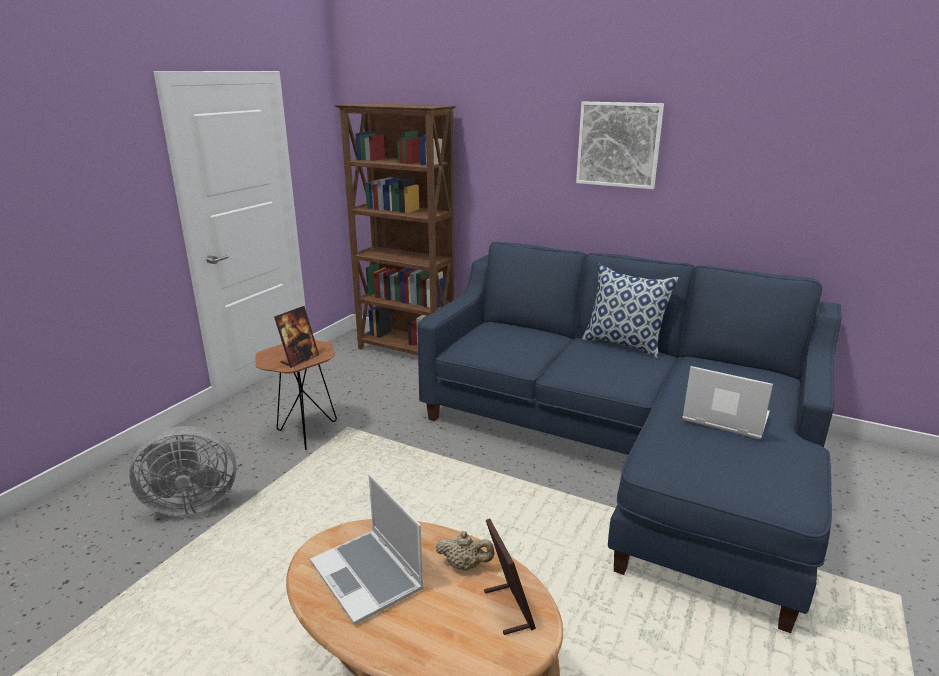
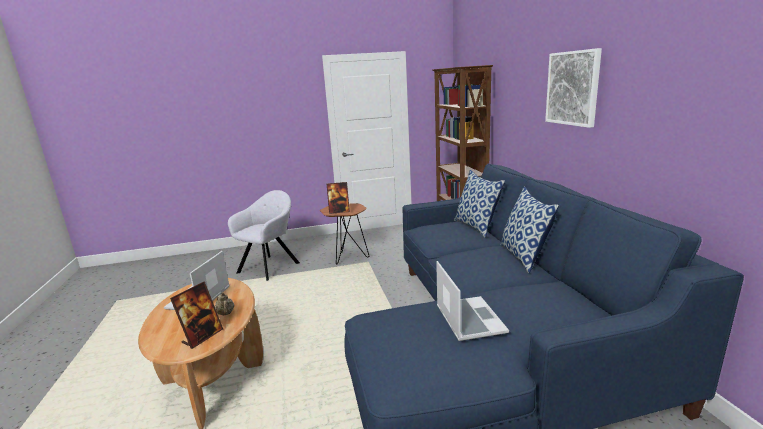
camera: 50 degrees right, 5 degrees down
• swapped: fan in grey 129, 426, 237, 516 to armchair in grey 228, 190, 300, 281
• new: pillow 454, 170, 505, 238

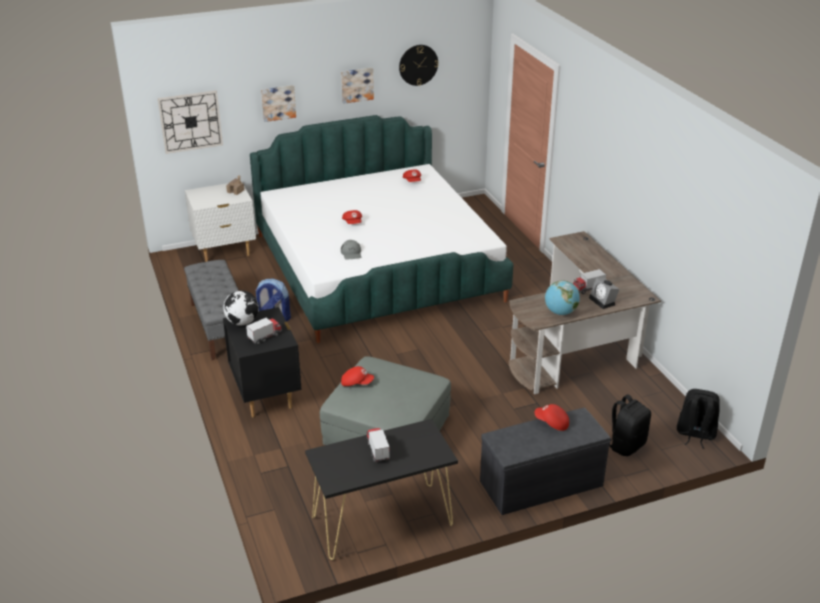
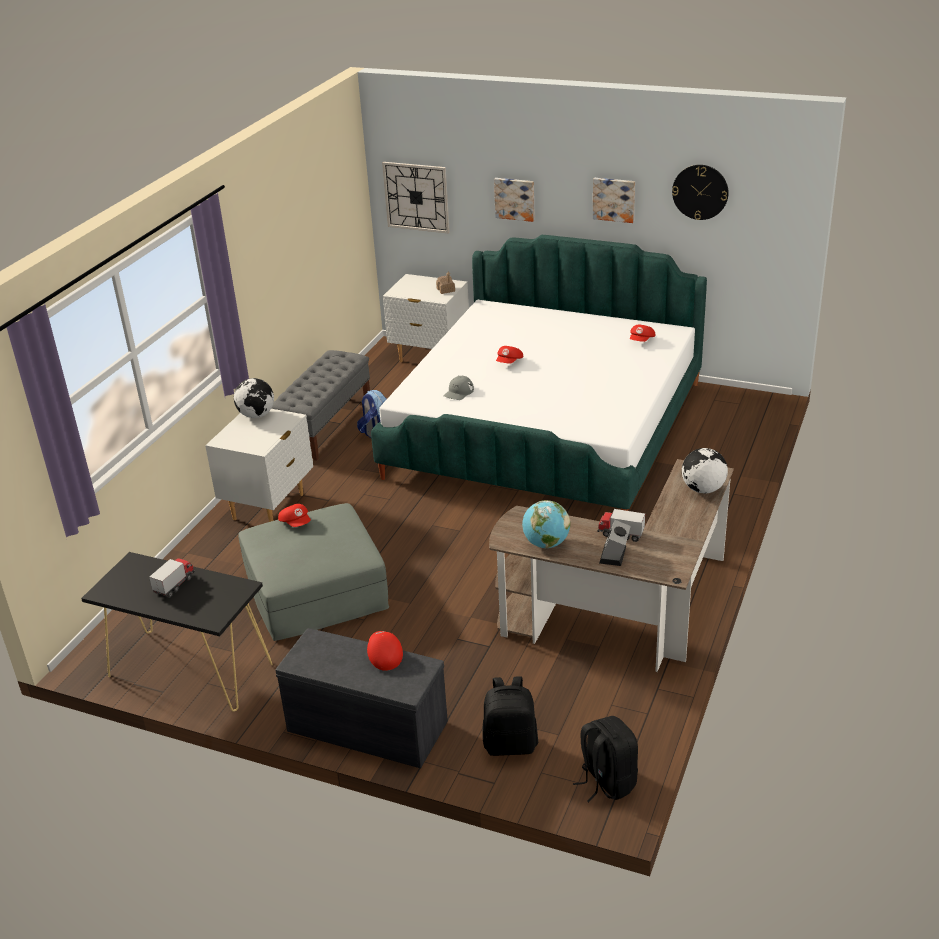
camera: 45 degrees right, 0 degrees up
• repainted: nightstand in black 223, 307, 301, 417 to nightstand in white 205, 409, 313, 522
• gone: toy truck 246, 318, 282, 345
• new: globe 682, 448, 728, 494

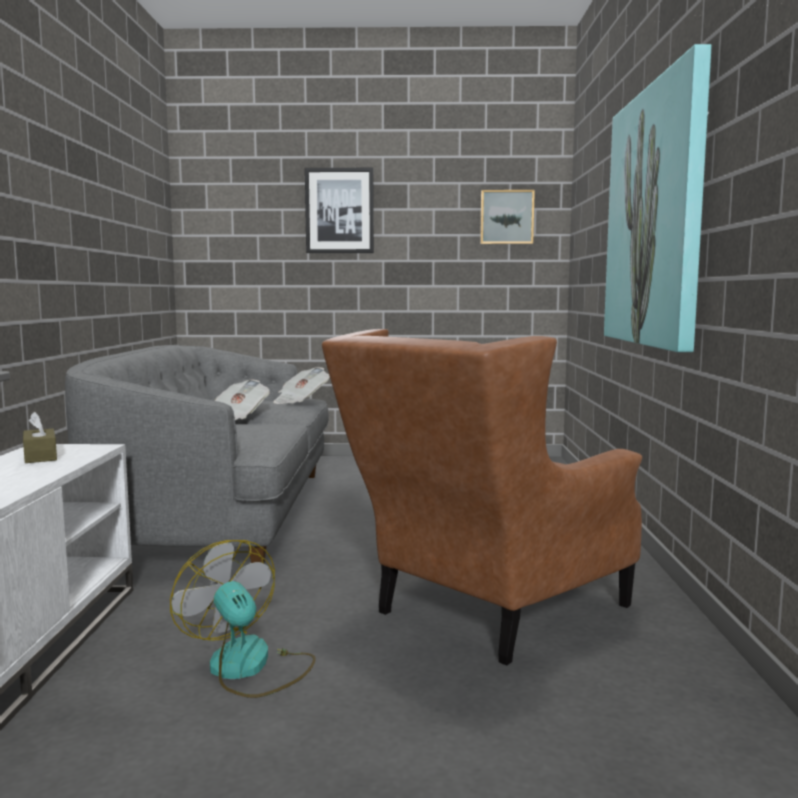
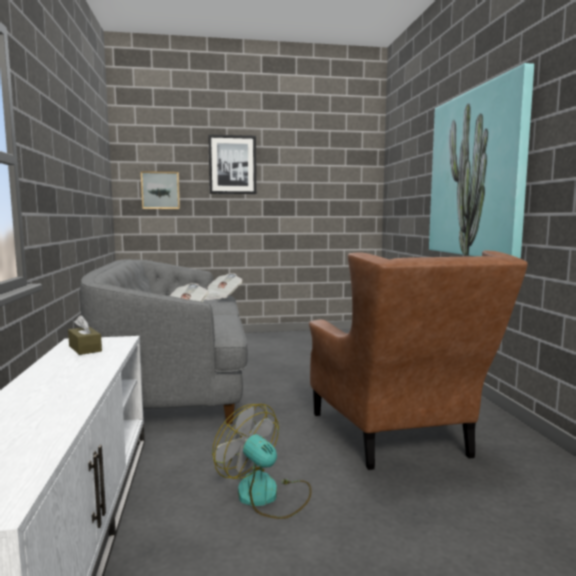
camera: 10 degrees left, 0 degrees up
• shifted: picture 480, 190, 535, 244 to 141, 171, 180, 209
• rotated: armchair in brown 322, 329, 642, 666 = 309, 250, 528, 470 45 degrees counterclockwise

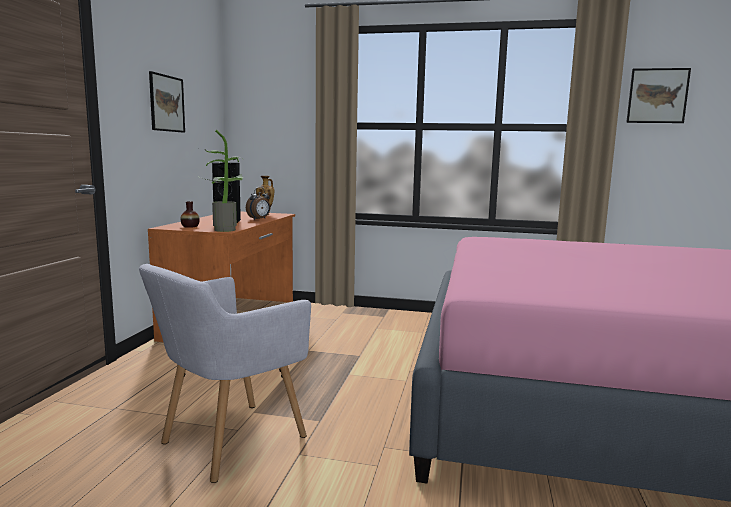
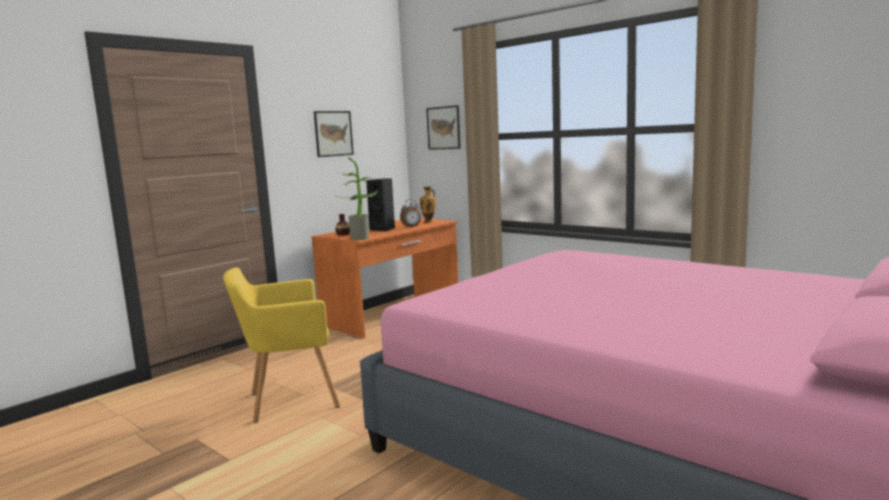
camera: 30 degrees right, 0 degrees up
• shifted: picture 626, 68, 691, 123 to 426, 105, 461, 150
• repainted: armchair in grey 139, 264, 311, 483 to armchair in yellow 223, 267, 341, 423

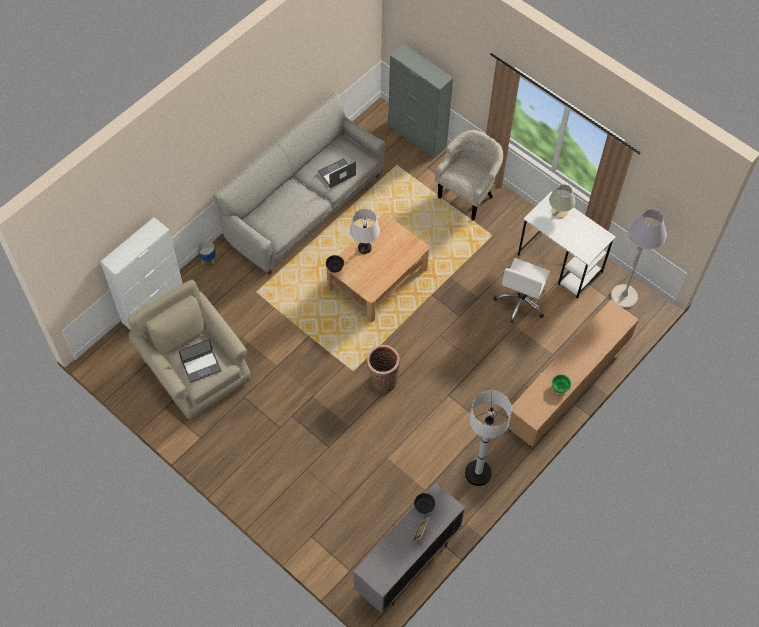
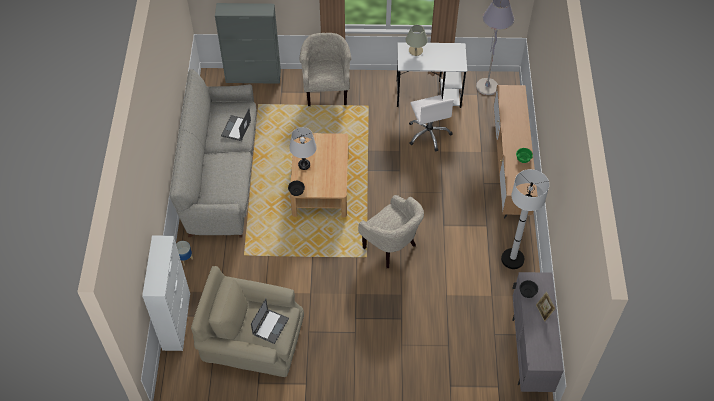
camera: 40 degrees left, 5 degrees down
• swapped: basket 367, 345, 400, 393 to armchair in beige 358, 195, 424, 268

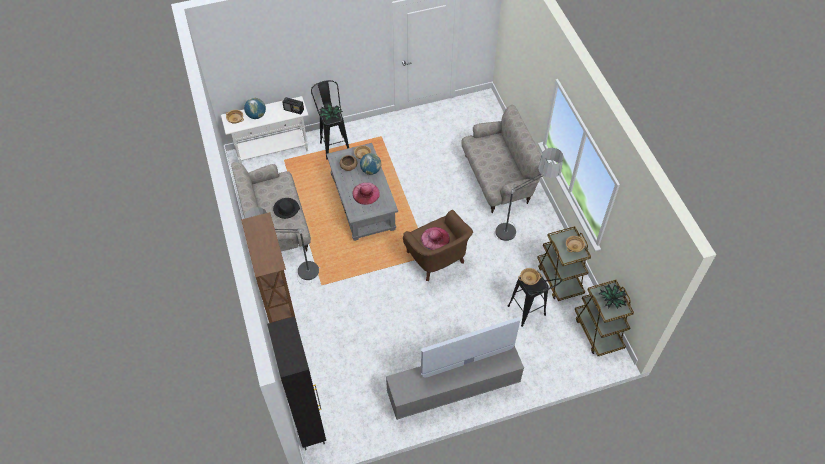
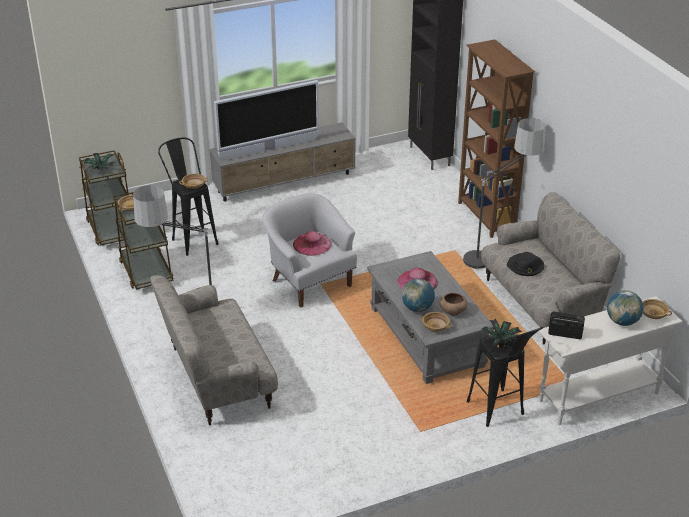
camera: 175 degrees right, 20 degrees down
• repainted: armchair in brown 403, 210, 473, 281 to armchair in white 262, 193, 357, 307

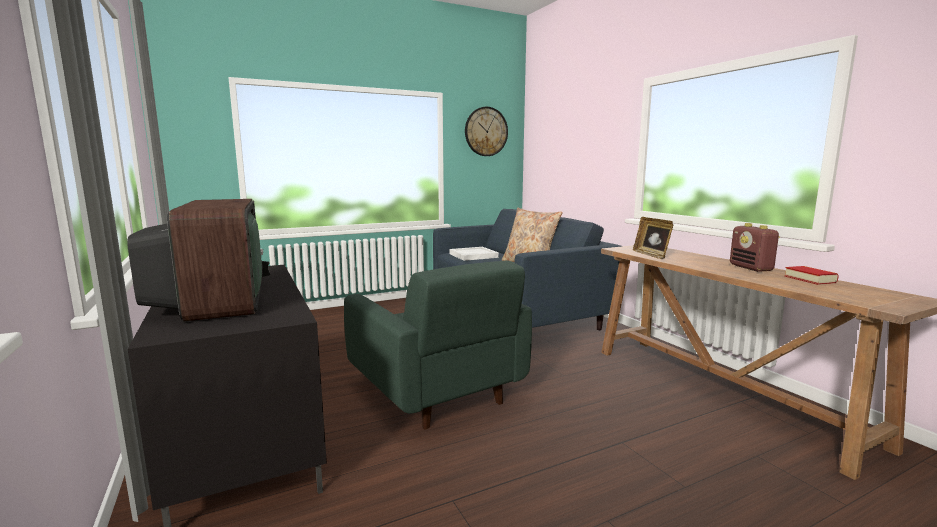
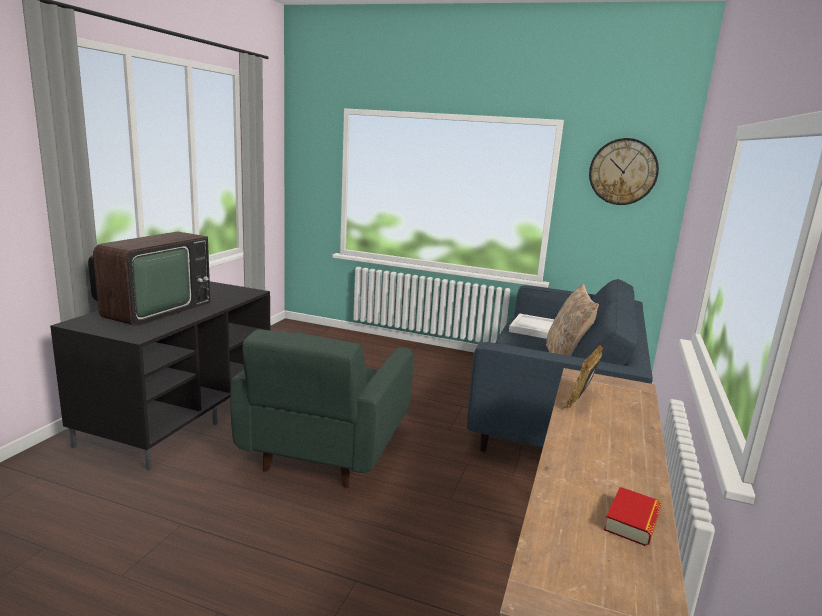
camera: 45 degrees right, 5 degrees up
• gone: radio 730, 223, 780, 272

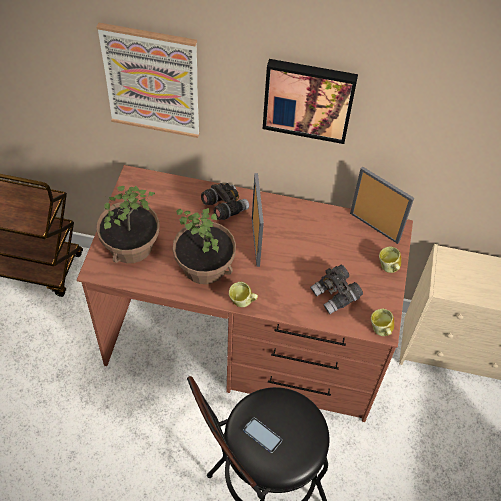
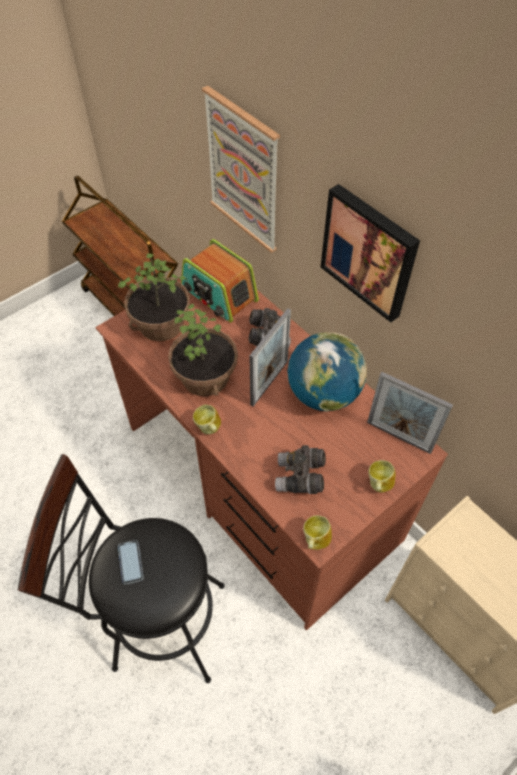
camera: 40 degrees right, 0 degrees up
• rotated: picture frame 350, 166, 414, 244 = 367, 372, 453, 454 135 degrees clockwise
• new: radio 181, 239, 259, 322
• new: globe 288, 332, 367, 412

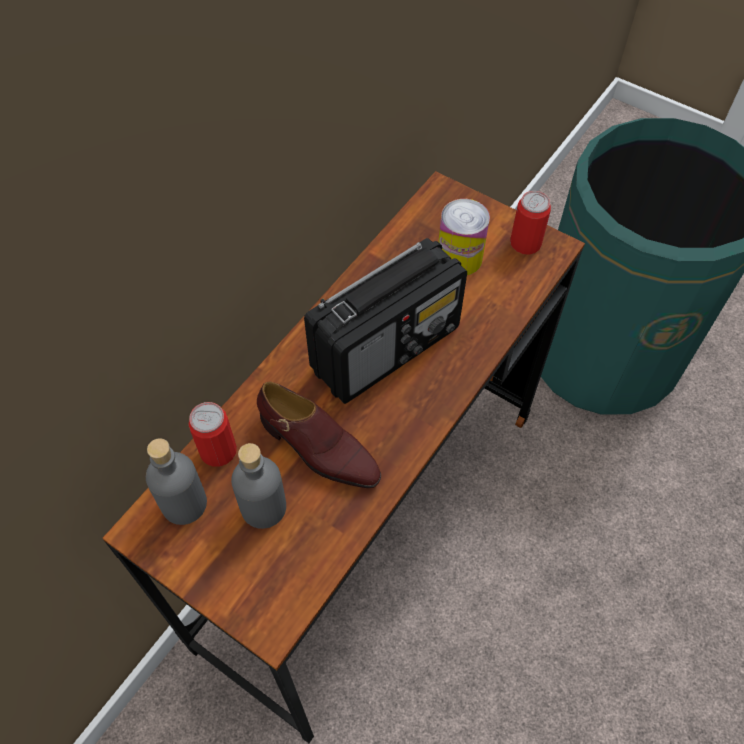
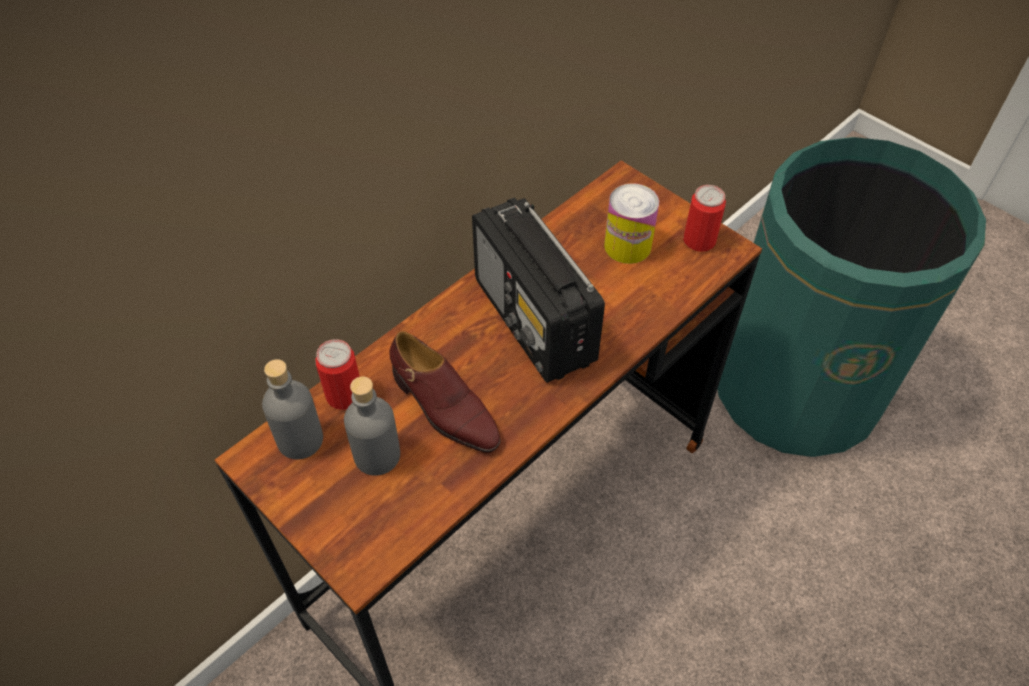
camera: 10 degrees right, 5 degrees down
• rotated: radio 304, 238, 467, 404 = 472, 198, 605, 383 90 degrees clockwise

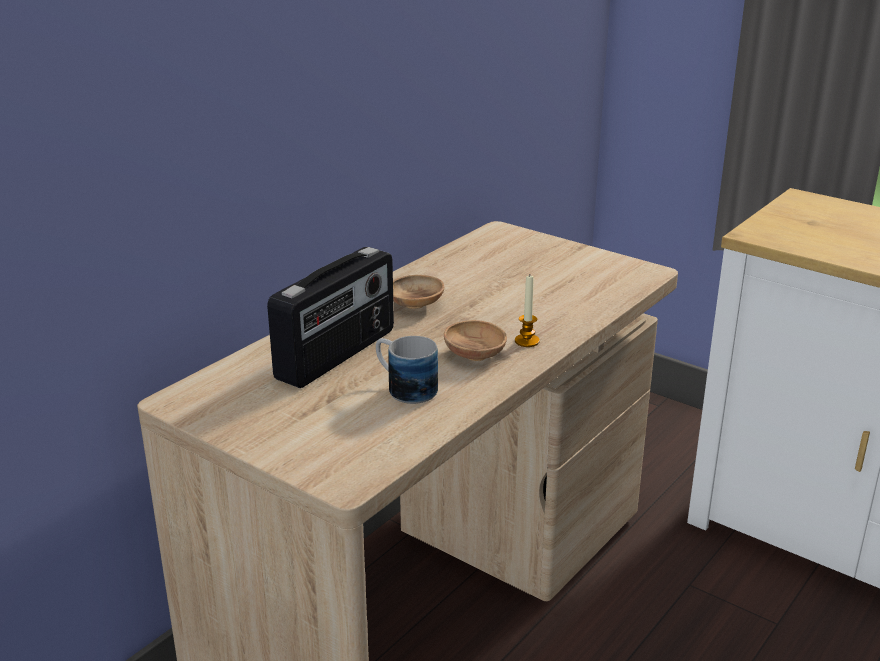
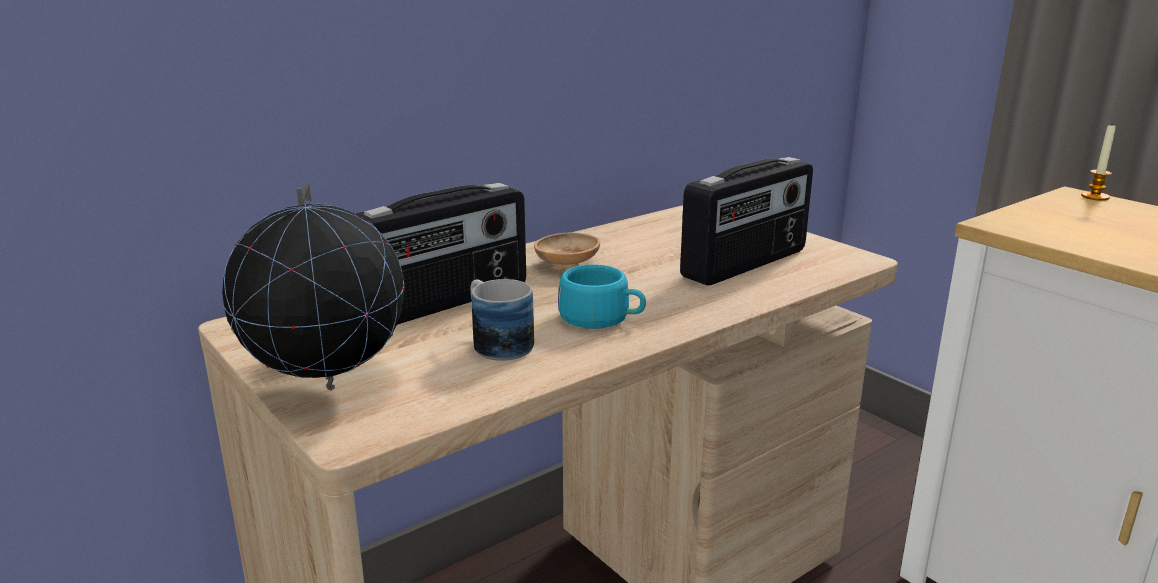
camera: 15 degrees right, 5 degrees down
• shifted: candle 515, 276, 540, 347 to 1081, 123, 1116, 201
• swapped: bowl in brown 444, 320, 507, 361 to cup in turquoise 558, 264, 646, 329
• new: radio 680, 157, 813, 285
• new: globe 222, 184, 405, 390

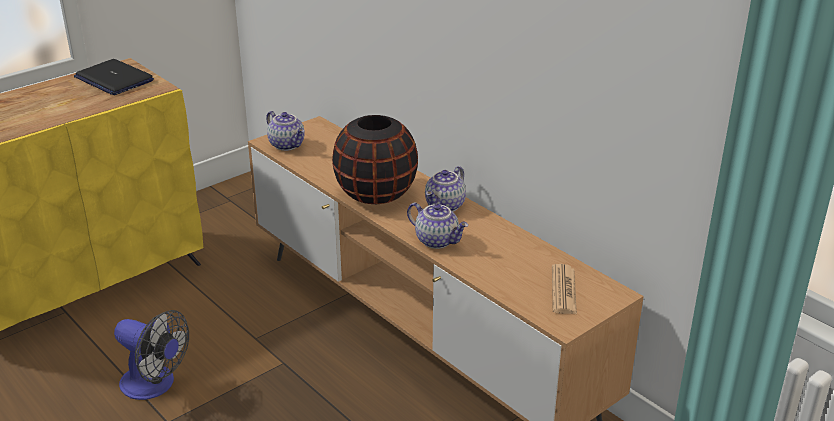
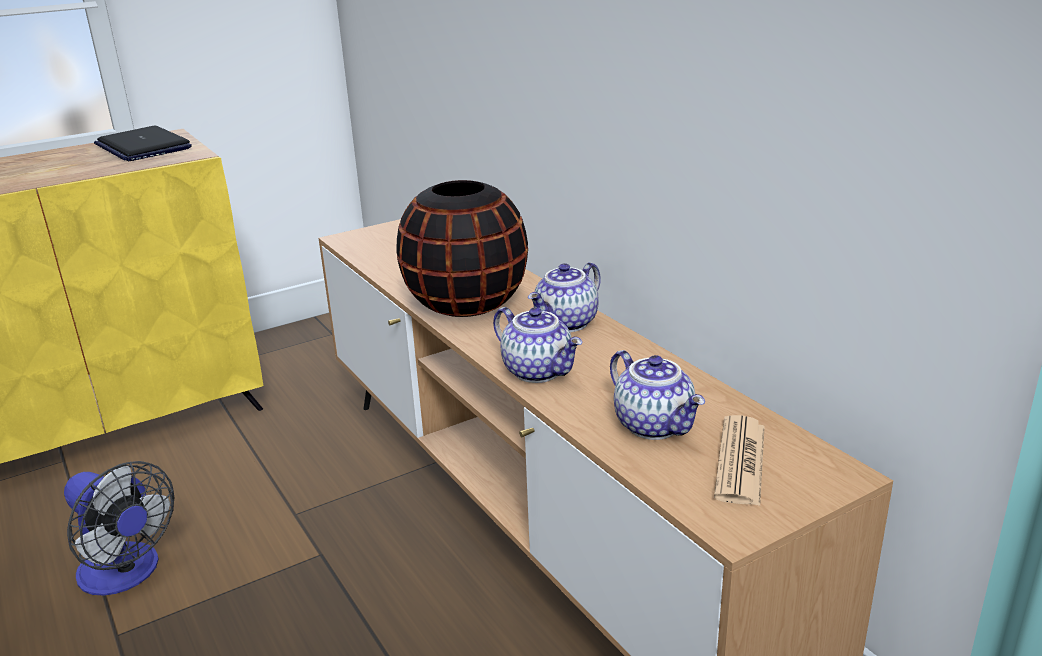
camera: 10 degrees right, 5 degrees down
• shifted: teapot 266, 111, 305, 151 to 610, 350, 705, 440

